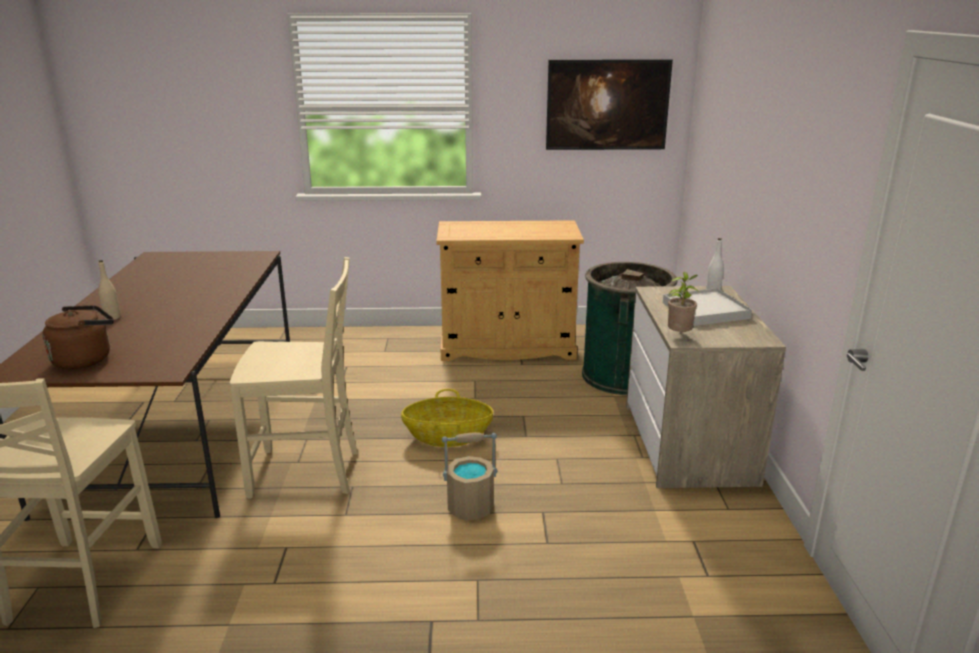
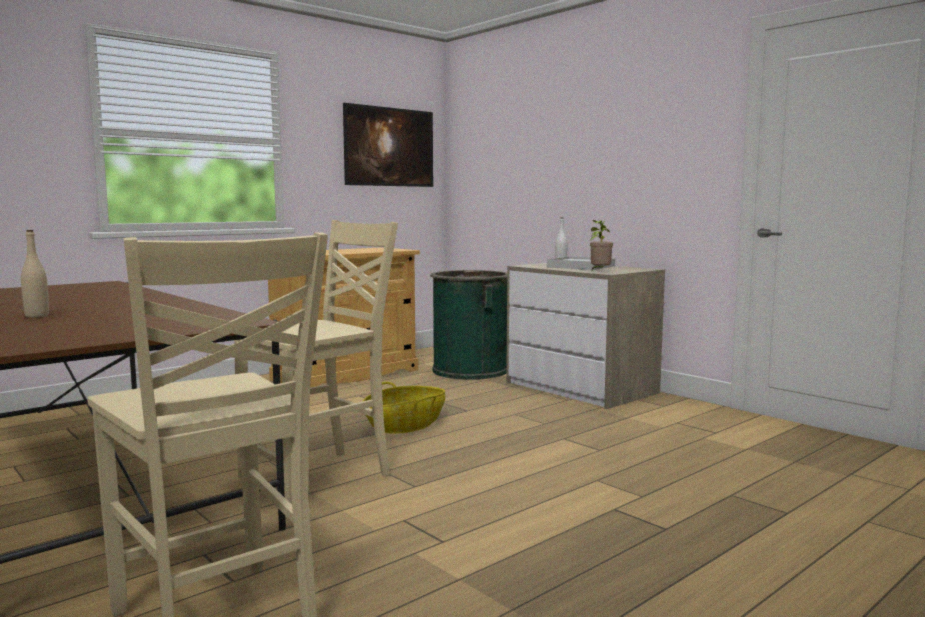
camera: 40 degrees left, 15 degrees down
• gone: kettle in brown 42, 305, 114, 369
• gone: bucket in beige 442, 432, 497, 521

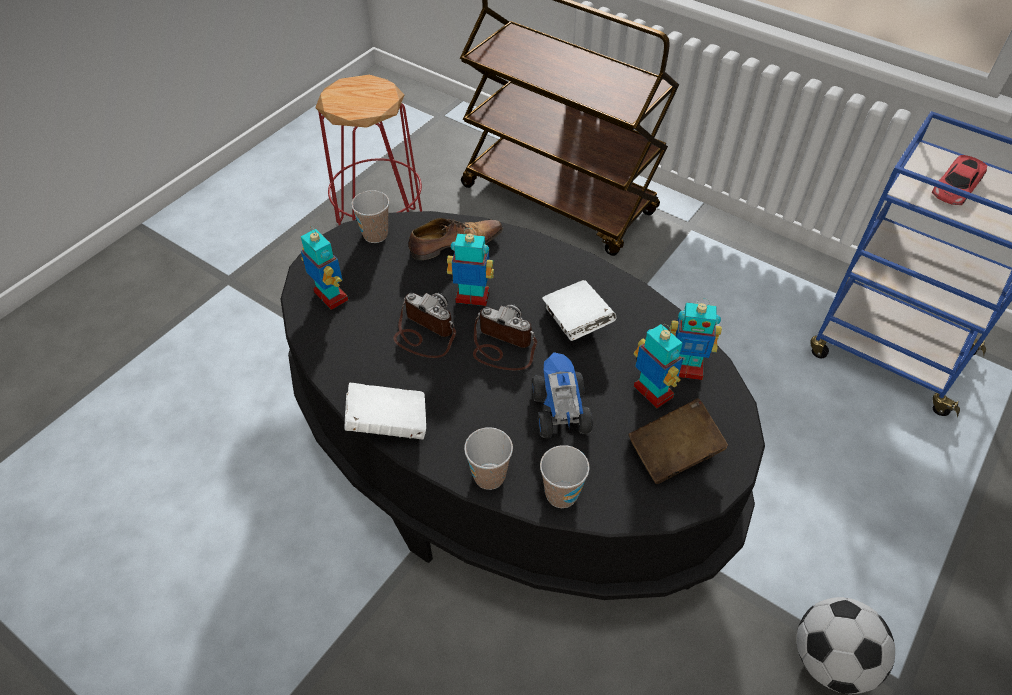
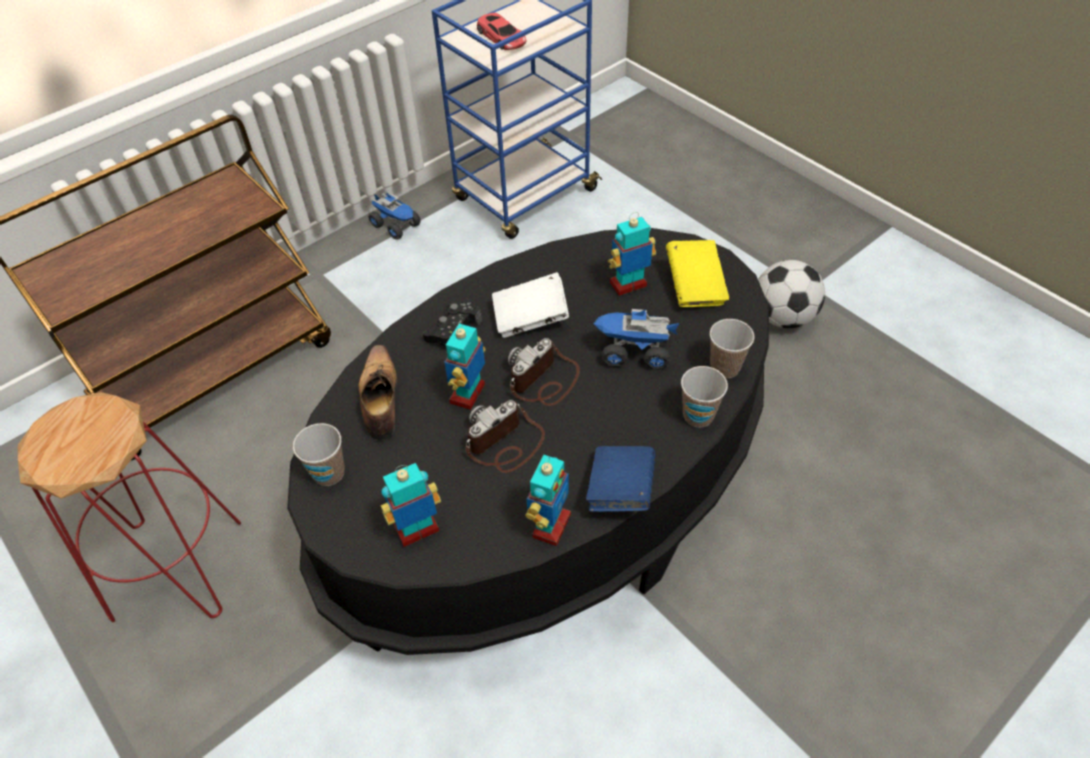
camera: 75 degrees left, 0 degrees up
• shifted: toy robot 669, 299, 722, 380 to 525, 455, 571, 546
• repainted: book in white 344, 383, 426, 440 to book in blue 586, 446, 656, 512
• repainted: book in brown 628, 398, 728, 484 to book in yellow 666, 240, 729, 307
• new: toy truck 368, 193, 421, 240
• new: game controller in black 423, 298, 482, 346

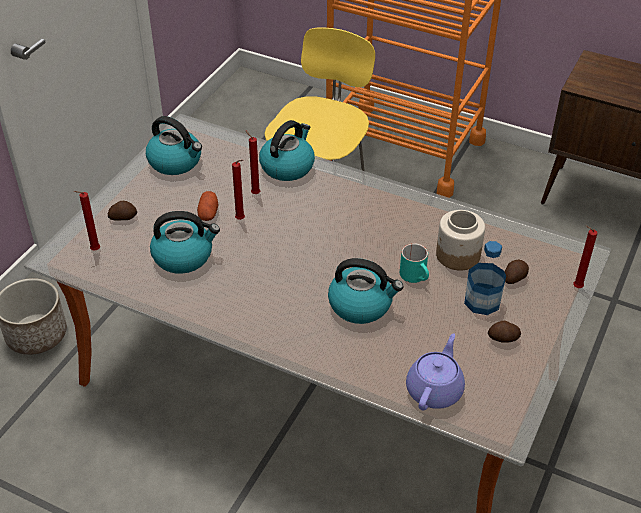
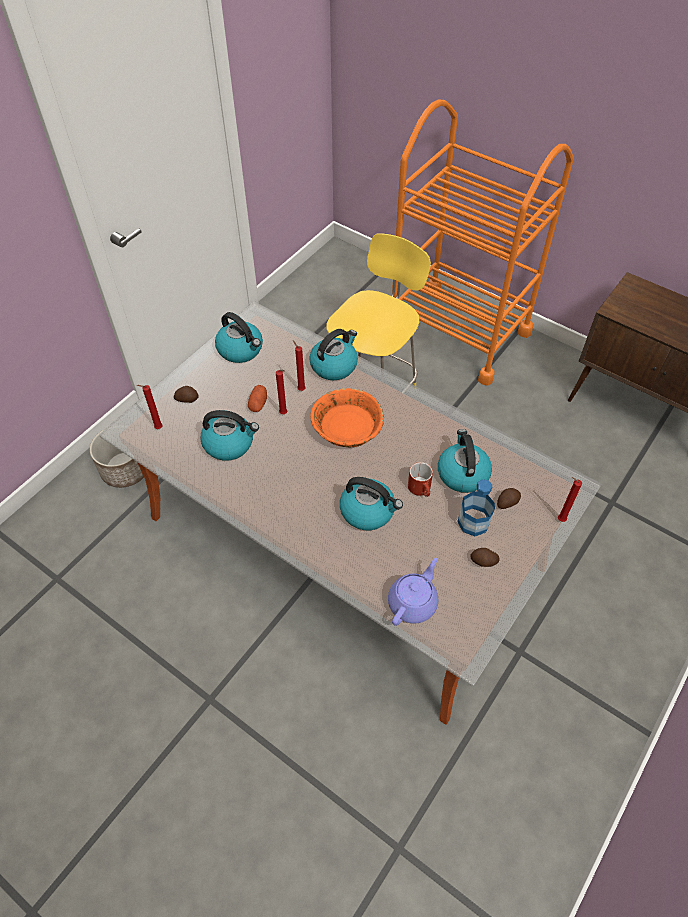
camera: 10 degrees right, 10 degrees up
• swapped: jar 436, 210, 485, 271 to kettle 438, 429, 492, 493
• repainted: mug in turquoise 400, 243, 429, 283 to mug in red 408, 462, 433, 497
• new: bowl in orange 310, 388, 384, 447

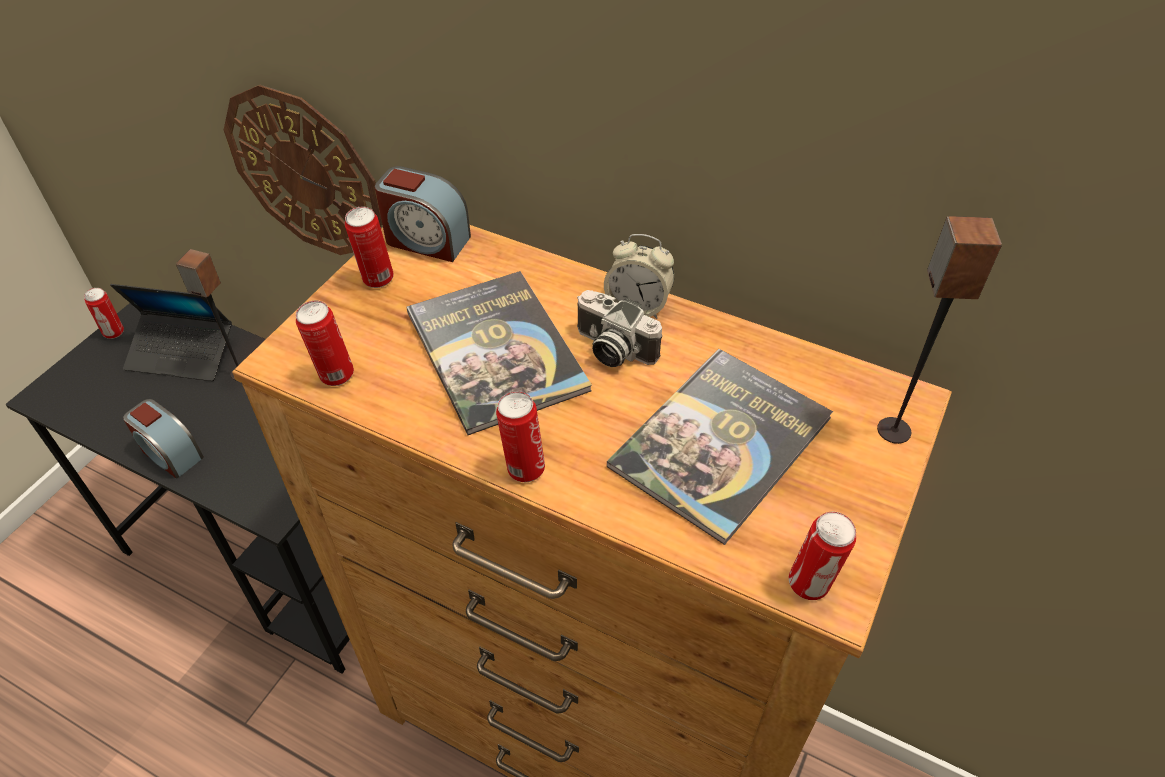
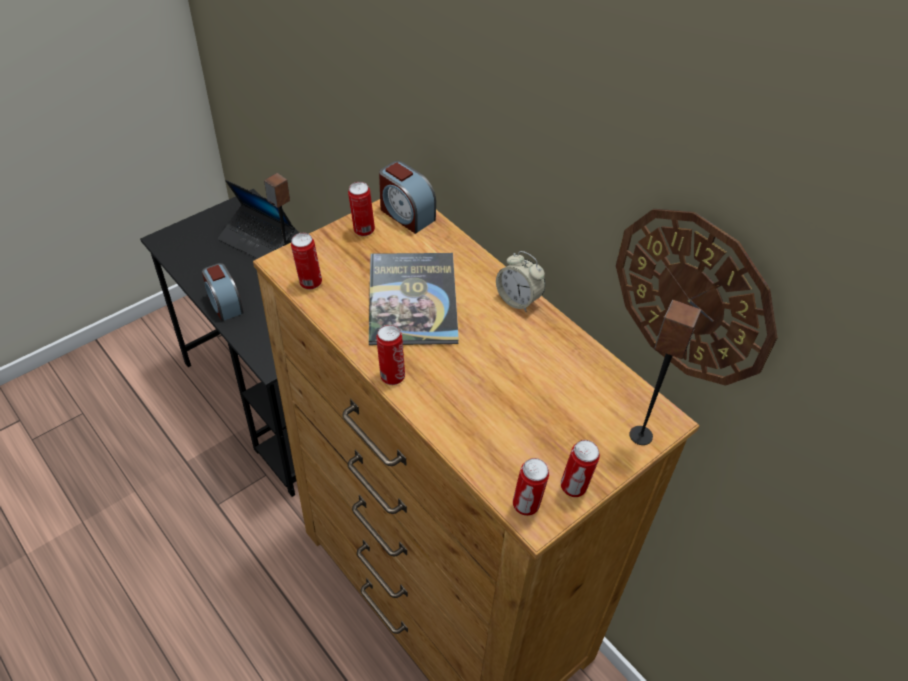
camera: 20 degrees right, 0 degrees up
• shifted: wall clock 224, 85, 382, 255 to 616, 209, 778, 386
• shifted: can 84, 288, 124, 339 to 561, 440, 600, 497
• gone: photo camera 577, 290, 662, 367
• gone: book 607, 349, 833, 545

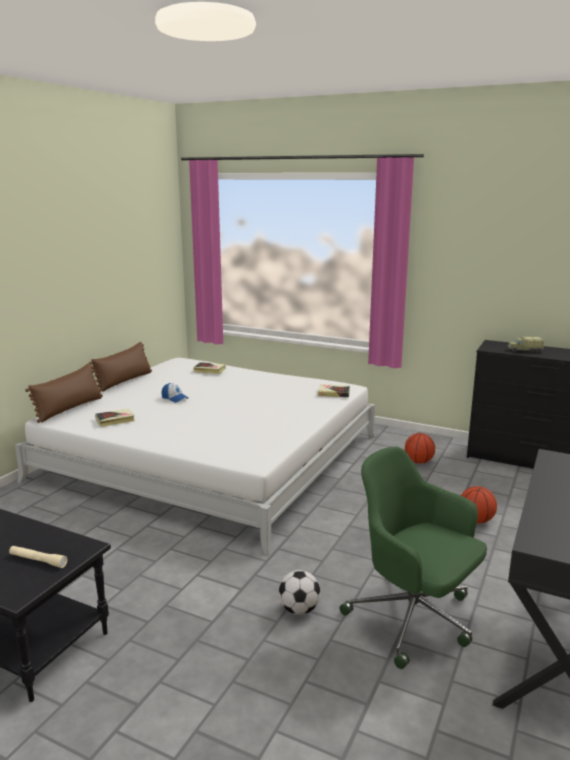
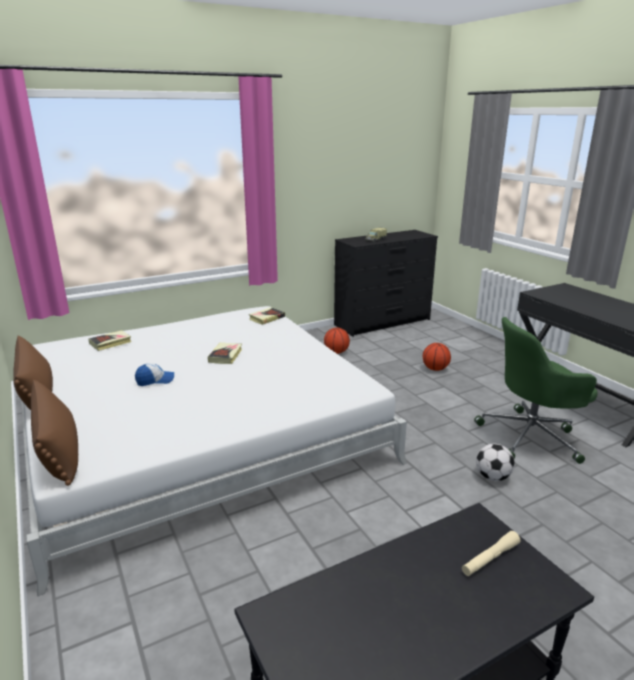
camera: 55 degrees left, 5 degrees up
• shifted: book 95, 409, 135, 427 to 208, 343, 242, 364

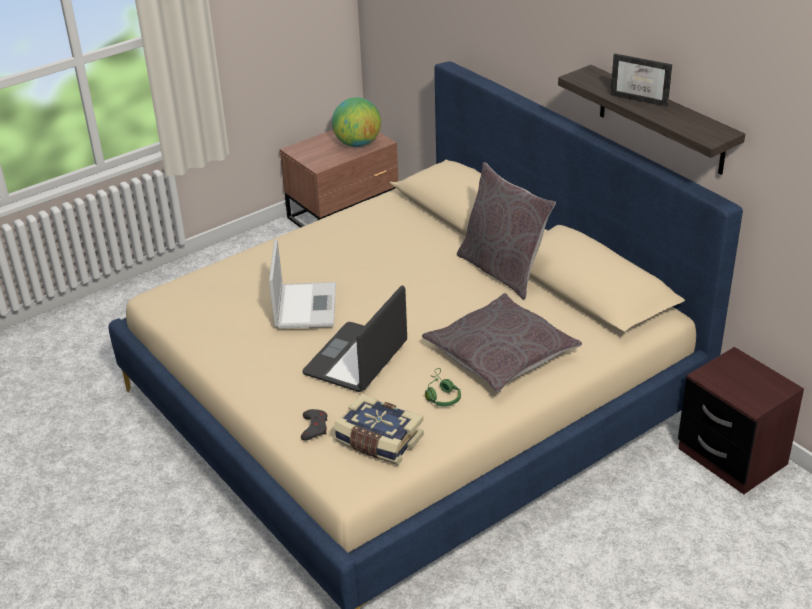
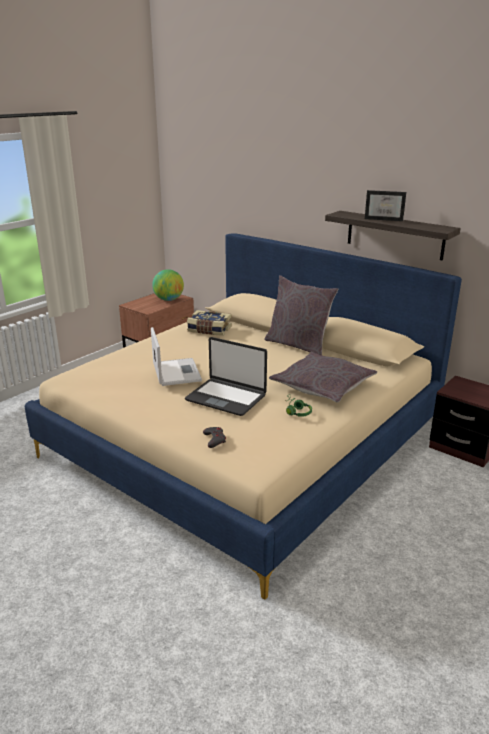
camera: 15 degrees left, 10 degrees down
• rotated: laptop 302, 285, 407, 392 = 185, 337, 267, 416 75 degrees counterclockwise
• shifted: book 334, 394, 424, 465 to 187, 310, 232, 336

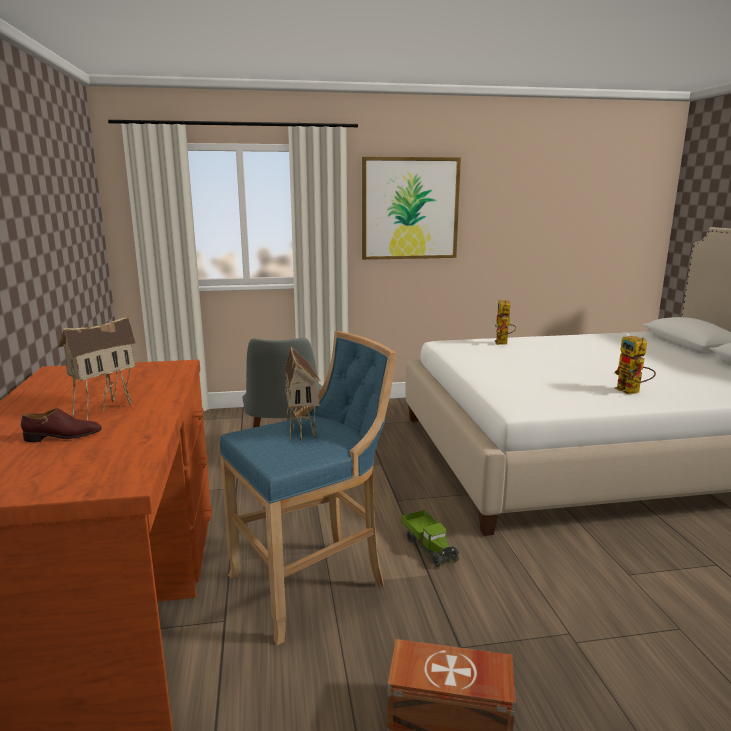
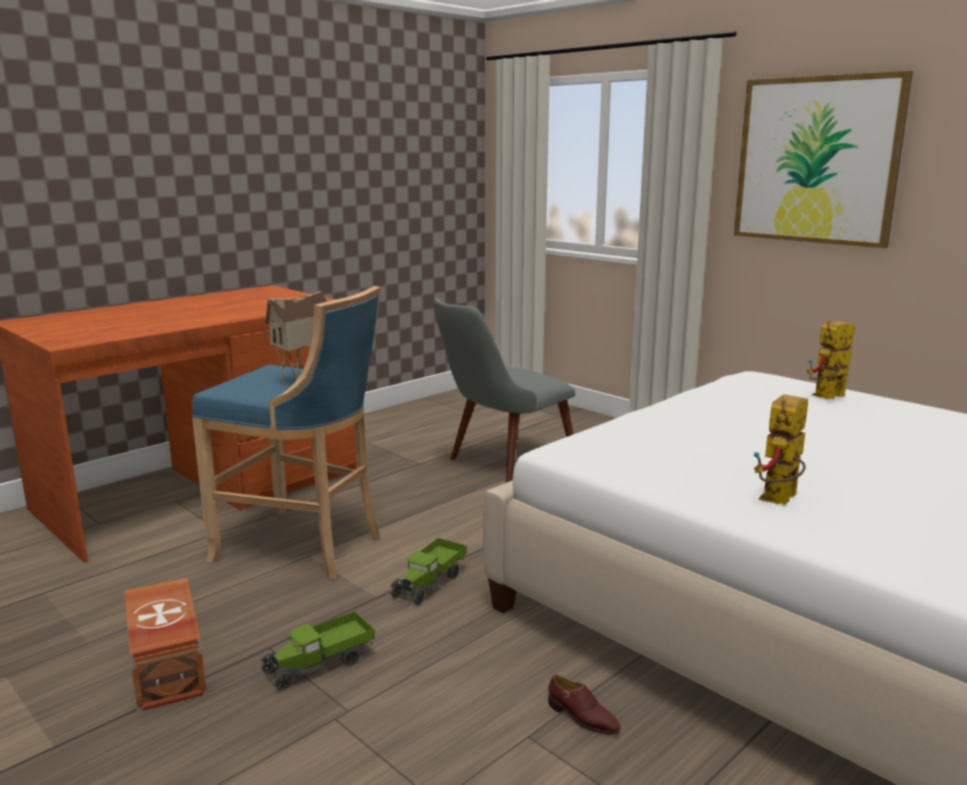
camera: 55 degrees right, 0 degrees up
• gone: toy house 58, 316, 136, 420
• shifted: shoe in brown 21, 408, 102, 442 to 548, 674, 620, 734
• new: toy truck 261, 611, 375, 690

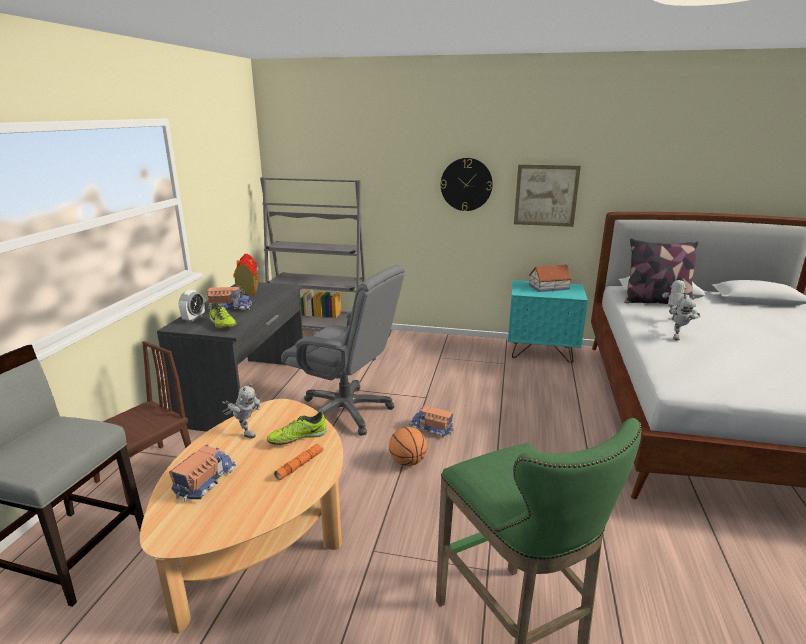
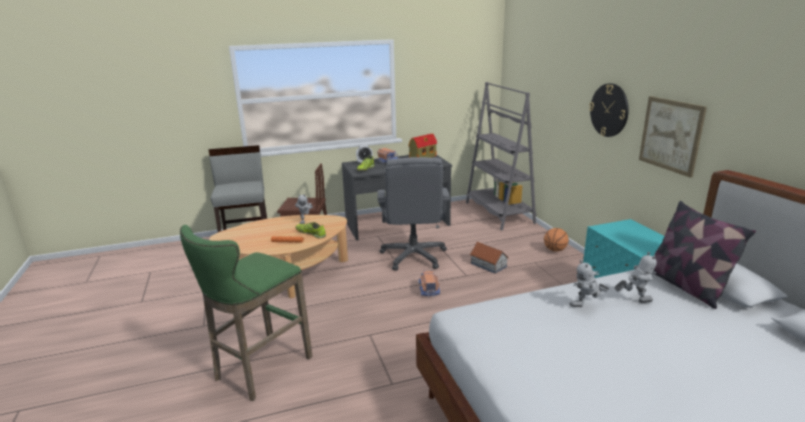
camera: 60 degrees right, 0 degrees up
• shifted: toy house 529, 264, 572, 292 to 470, 242, 509, 274
• shifted: basketball 389, 427, 427, 466 to 544, 228, 569, 252
• gone: toy truck 169, 445, 237, 502

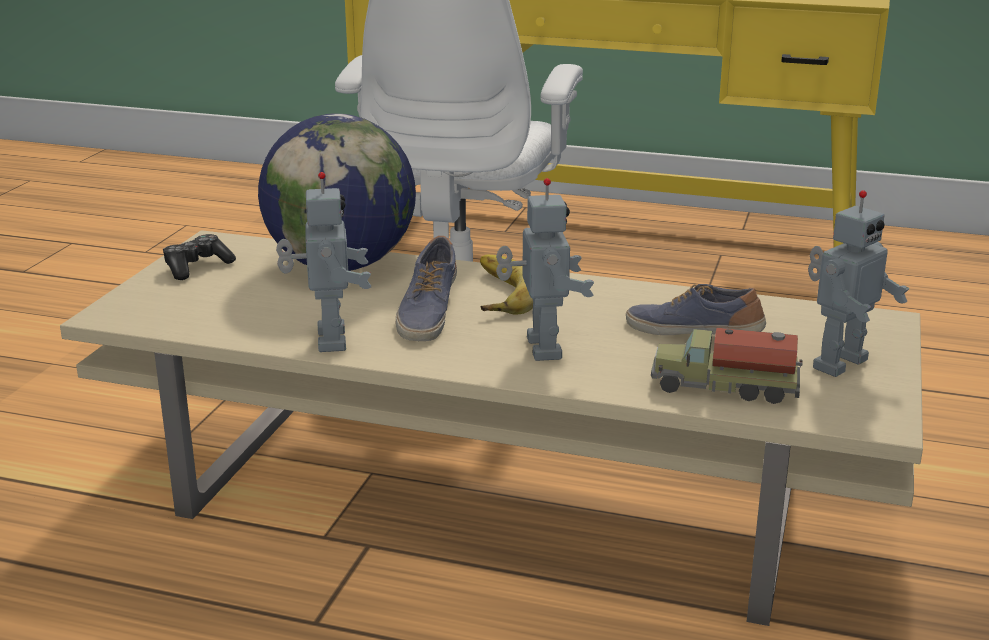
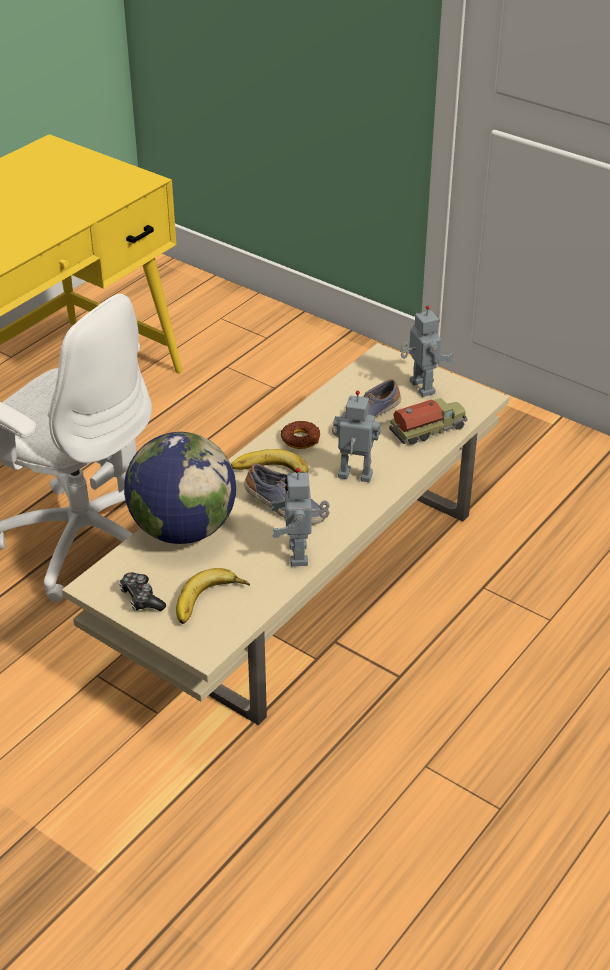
camera: 70 degrees left, 15 degrees up
• rotated: toy robot 276, 172, 371, 352 = 271, 468, 330, 566 105 degrees counterclockwise
• rotated: toy truck 651, 328, 803, 404 = 389, 398, 468, 445 150 degrees counterclockwise
• new: donut 281, 421, 320, 449
• new: banana 176, 568, 250, 624

